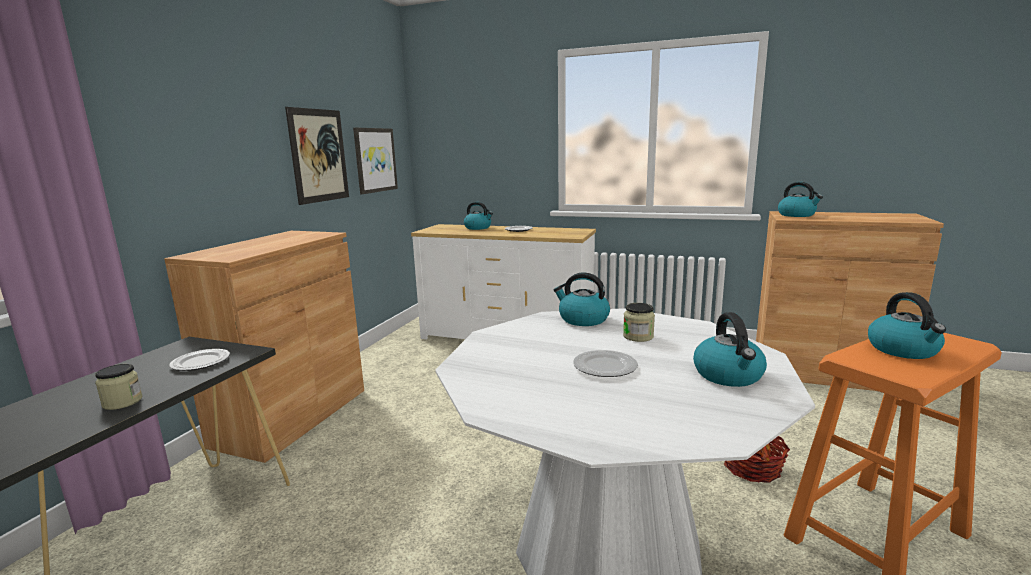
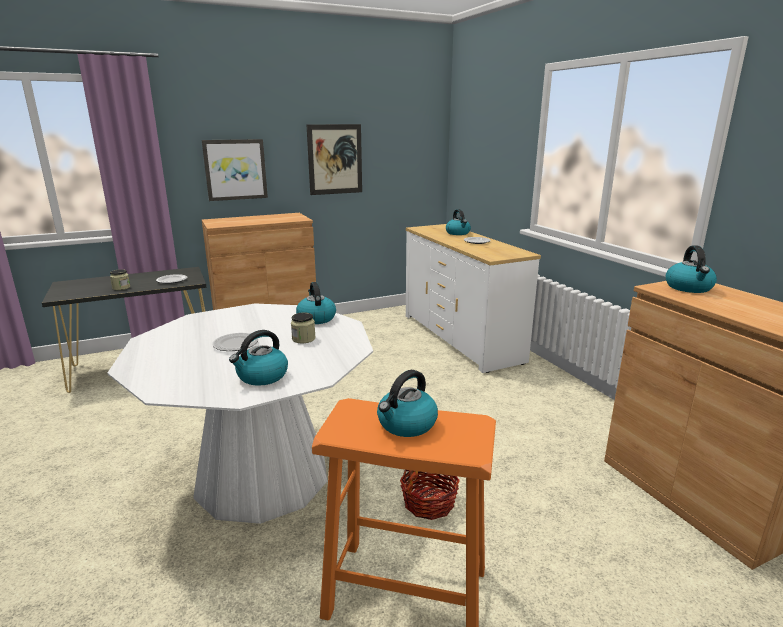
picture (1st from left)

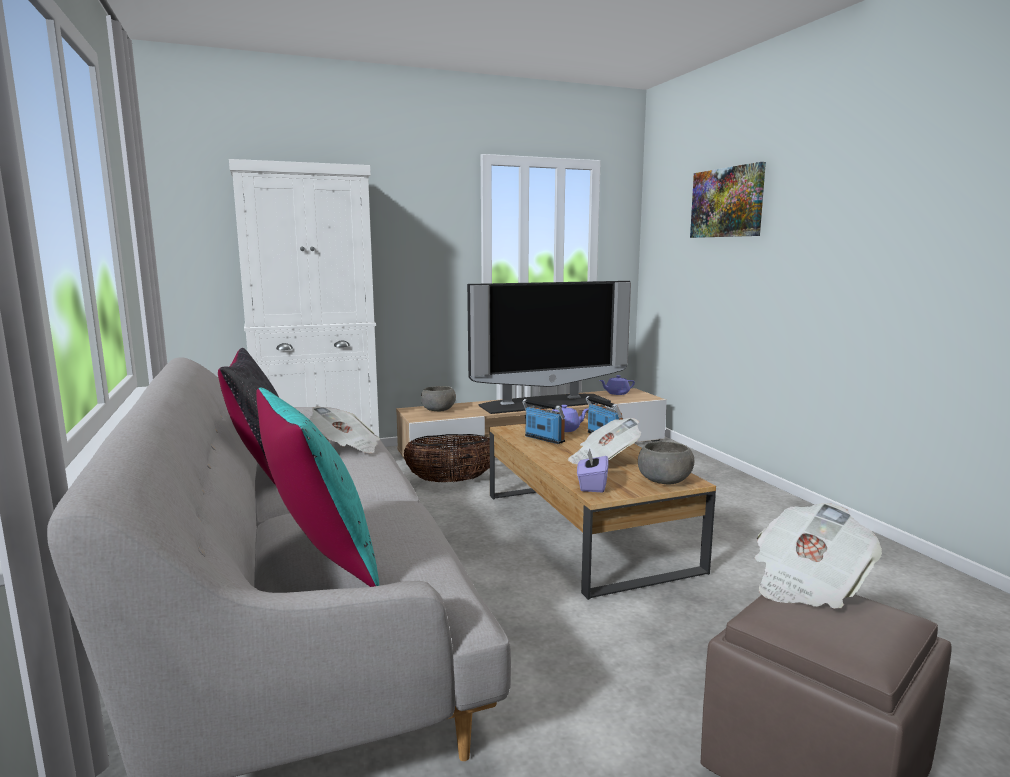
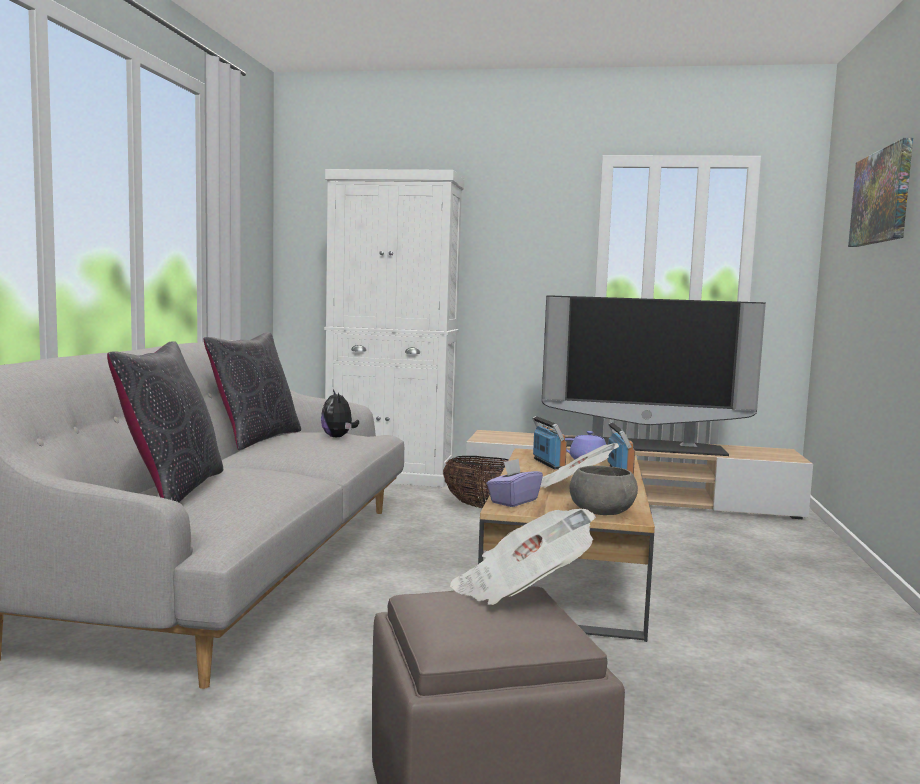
blackish throw pillow (1st from left); plush toy; gray deep dish (1st from left in the first image); purple-coloured tea pot (2nd from left in the first image)

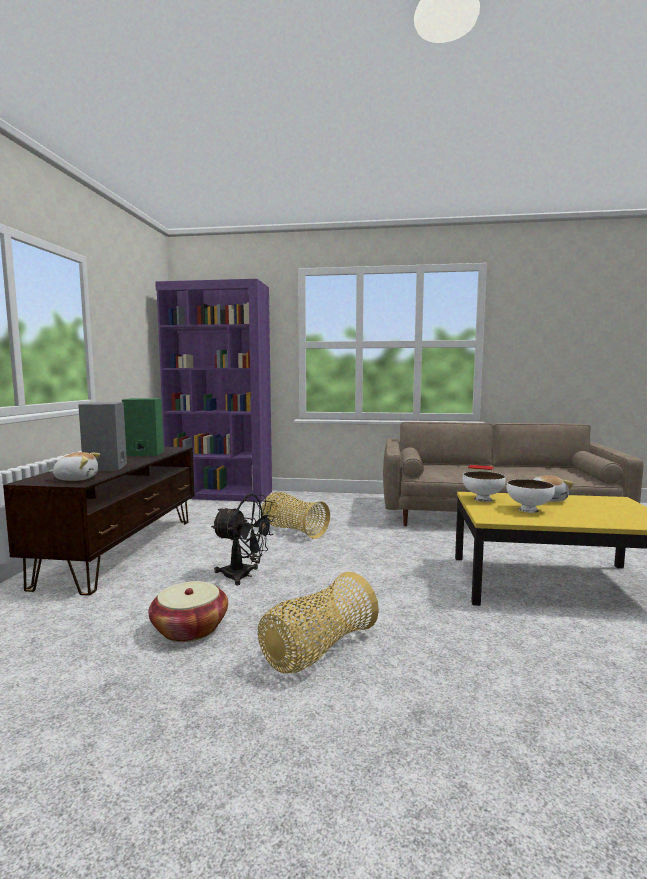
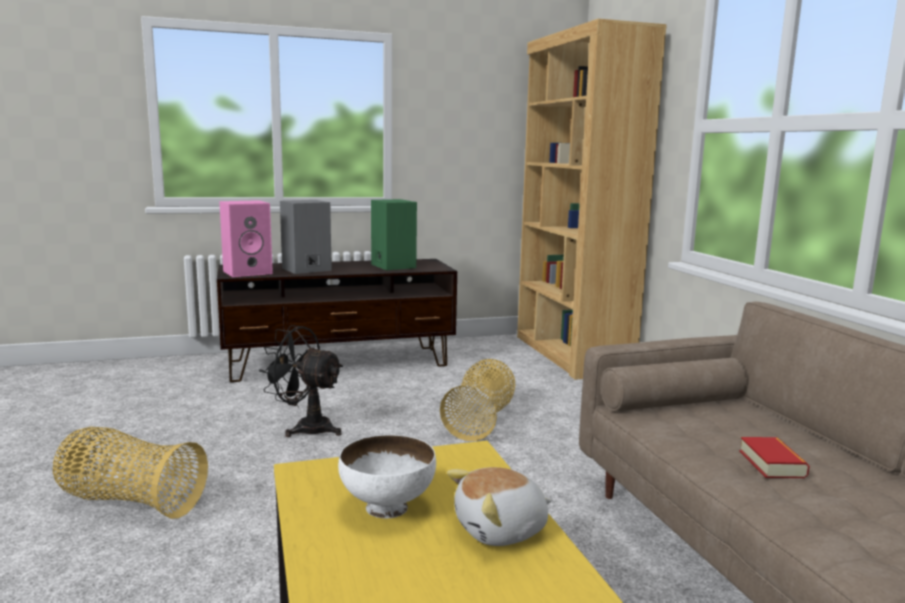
pink audio speaker; storage basket (1st from left in the first image); brown-coloured bookcase; blackish electric fan; whitish deep dish (1st from left in the first image)

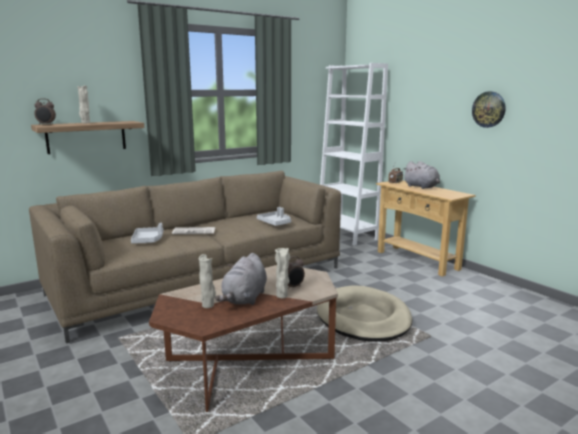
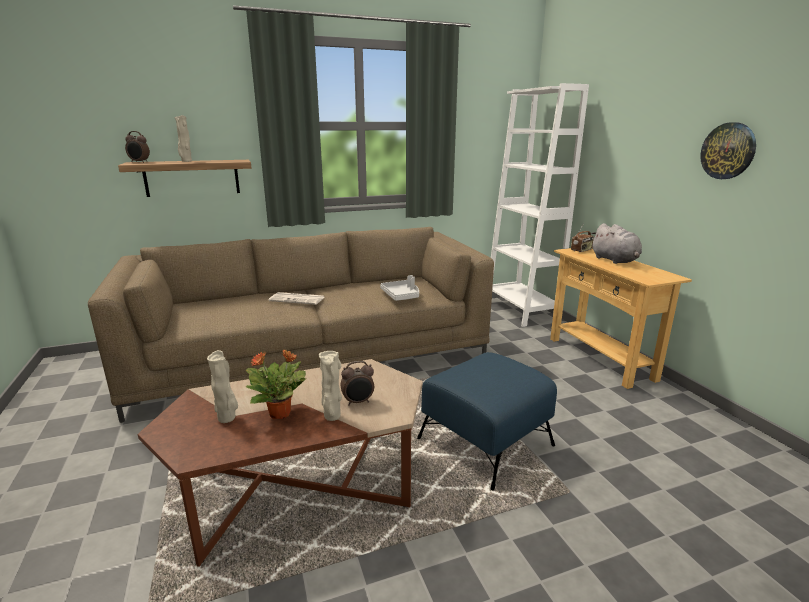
gray carrying tray (1st from left in the first image); potted plant; bluish pouffe

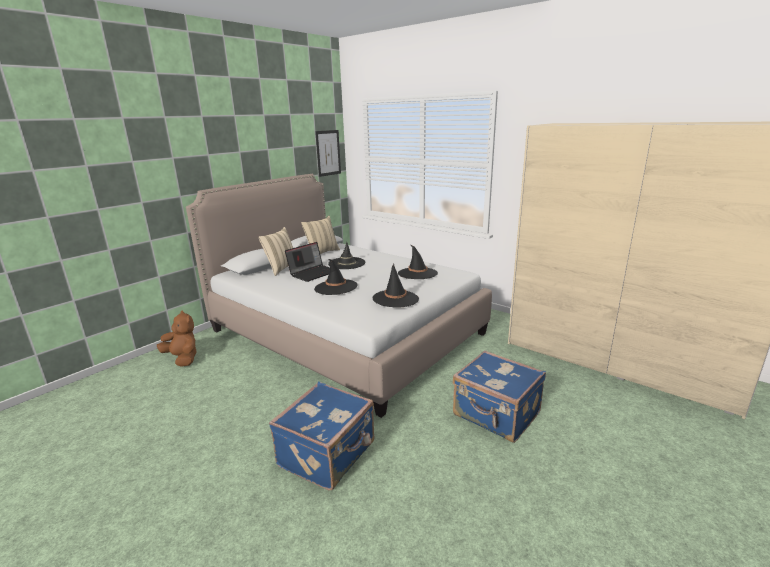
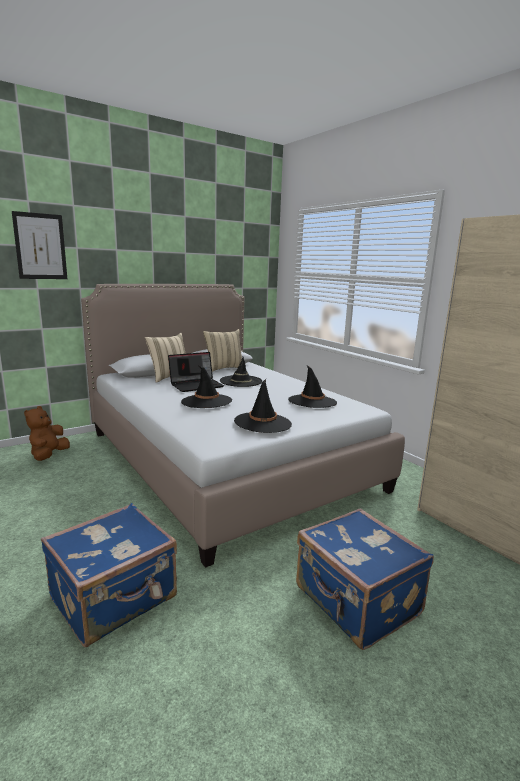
brown-coloured plush toy; picture

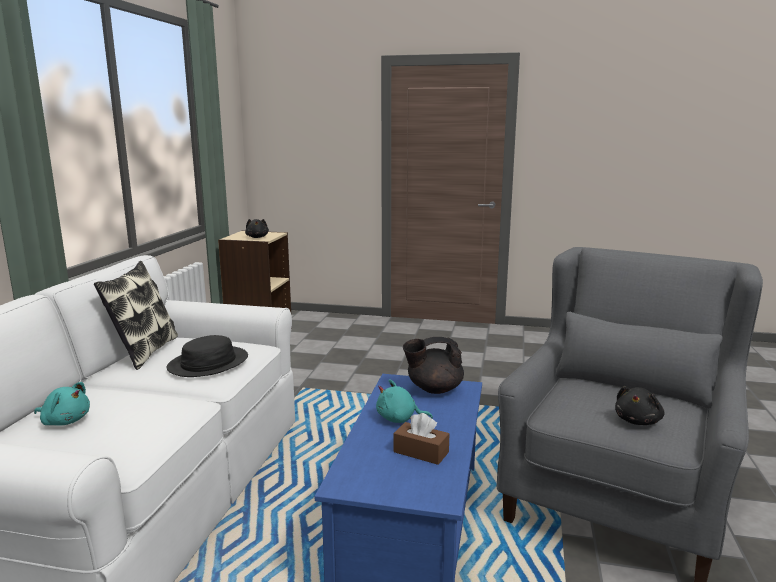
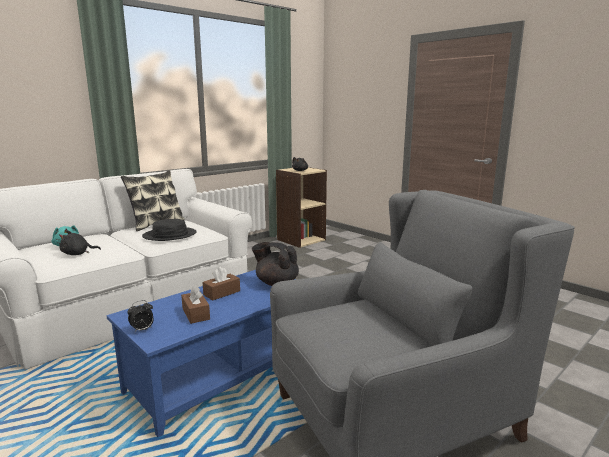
brown-coloured box of tissues (2nd from left); blackish plush toy (1st from left); table clock

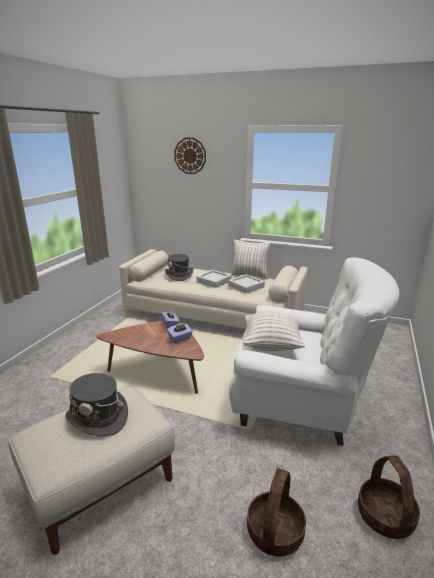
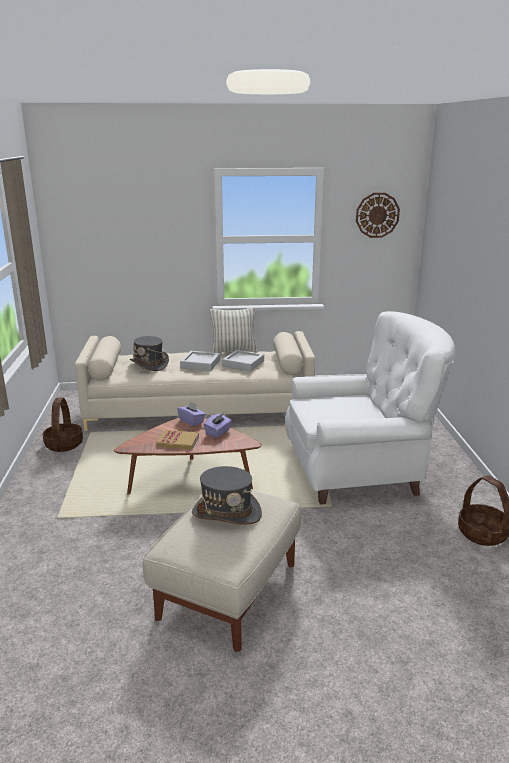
clock on the wall; throw pillow (2nd from left in the first image); storage basket (1st from left); bound book

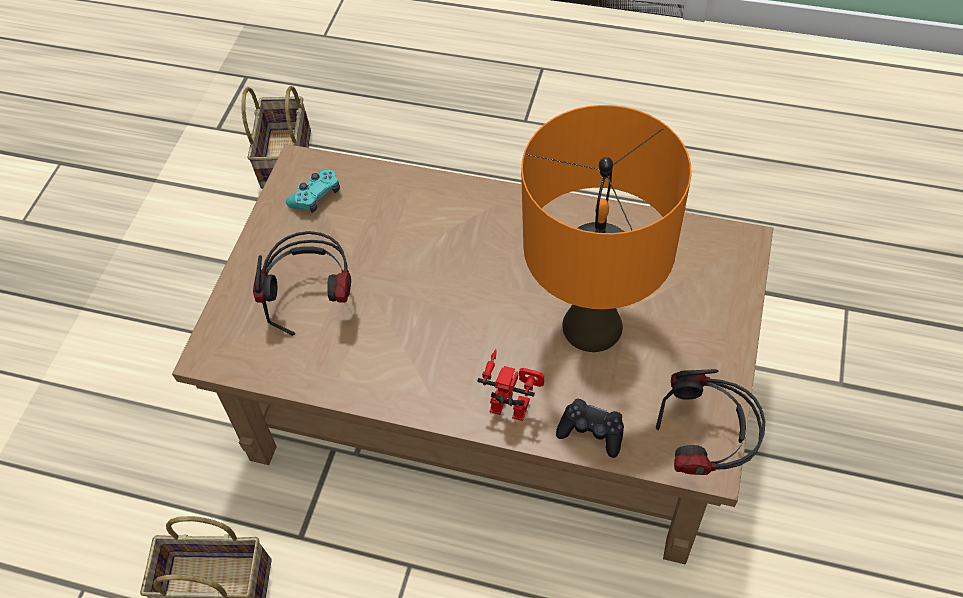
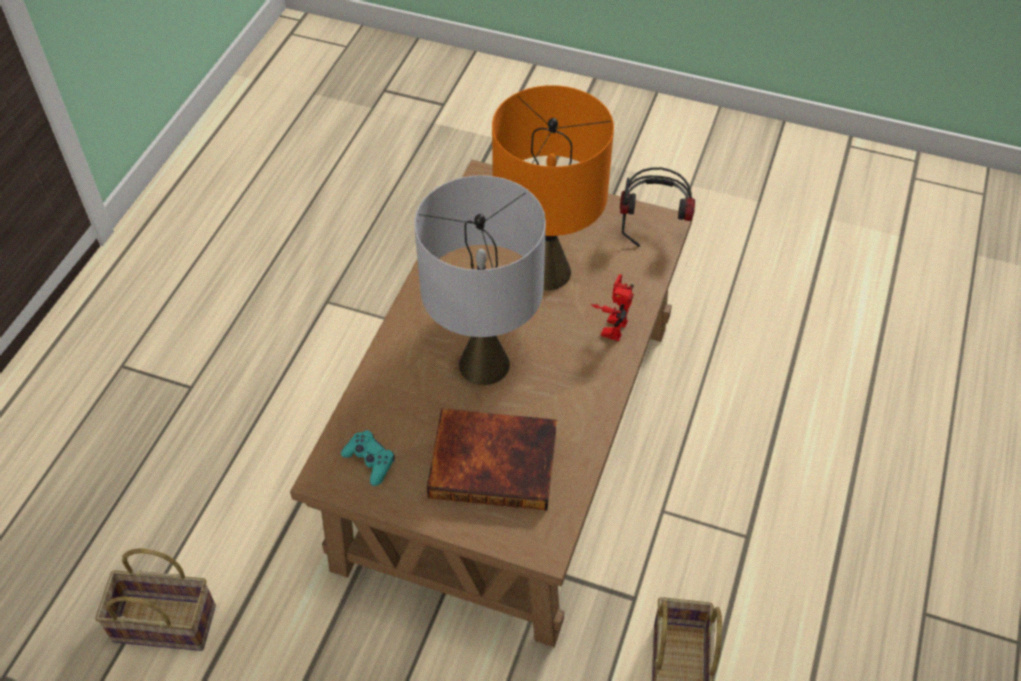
bound book; blackish joypad; gray tabletop lamp

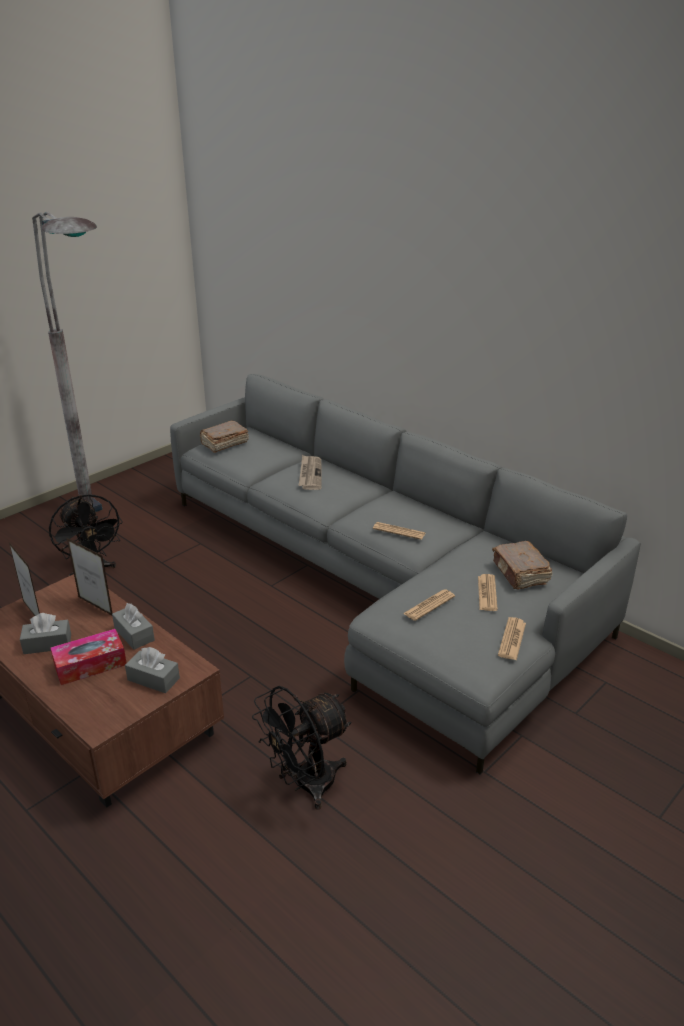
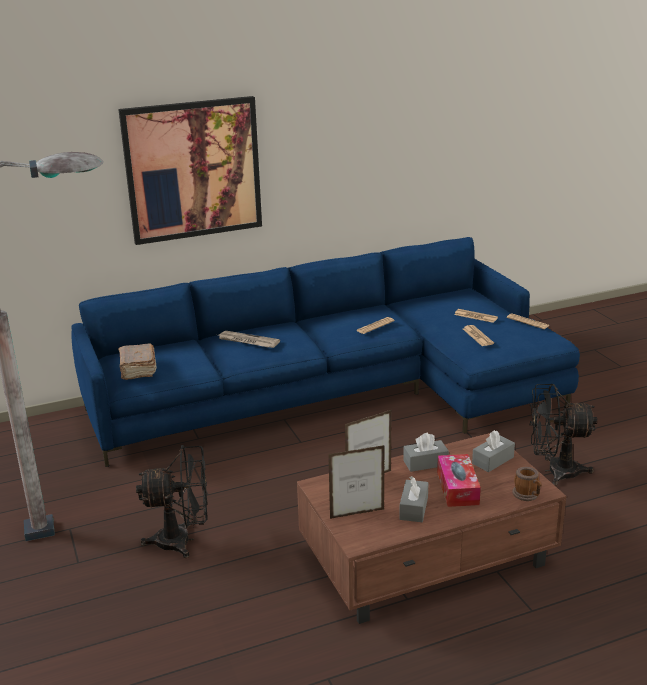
bluish settee; blackish electric fan (2nd from left); brown-coloured bound book (2nd from left in the first image); picture; mug

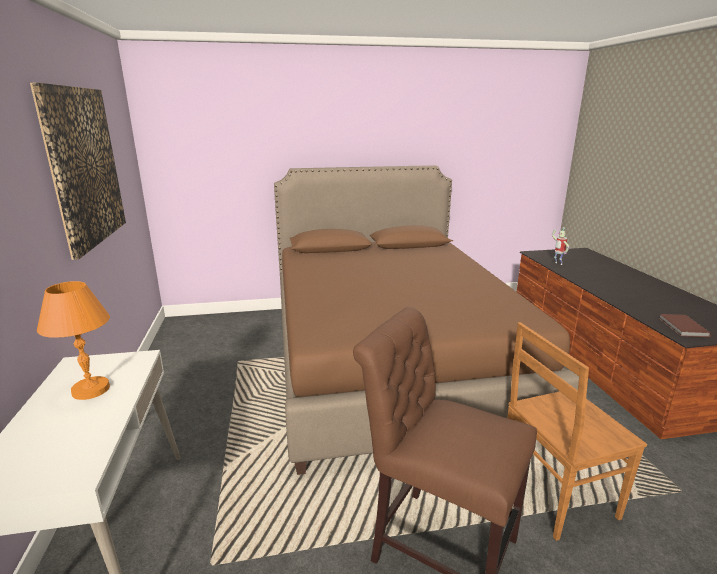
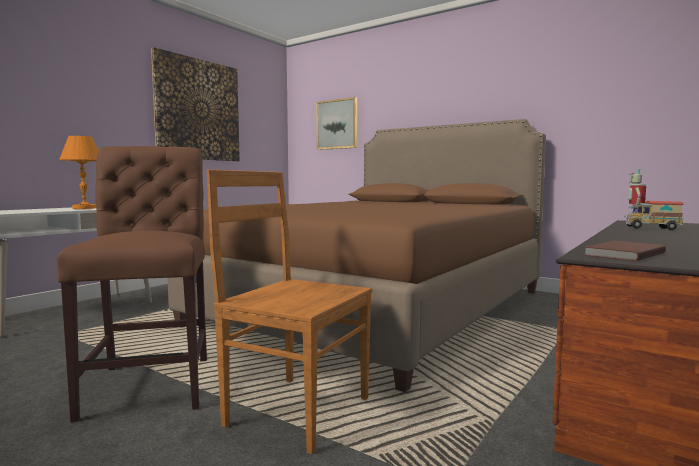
picture (2nd from left); toy truck

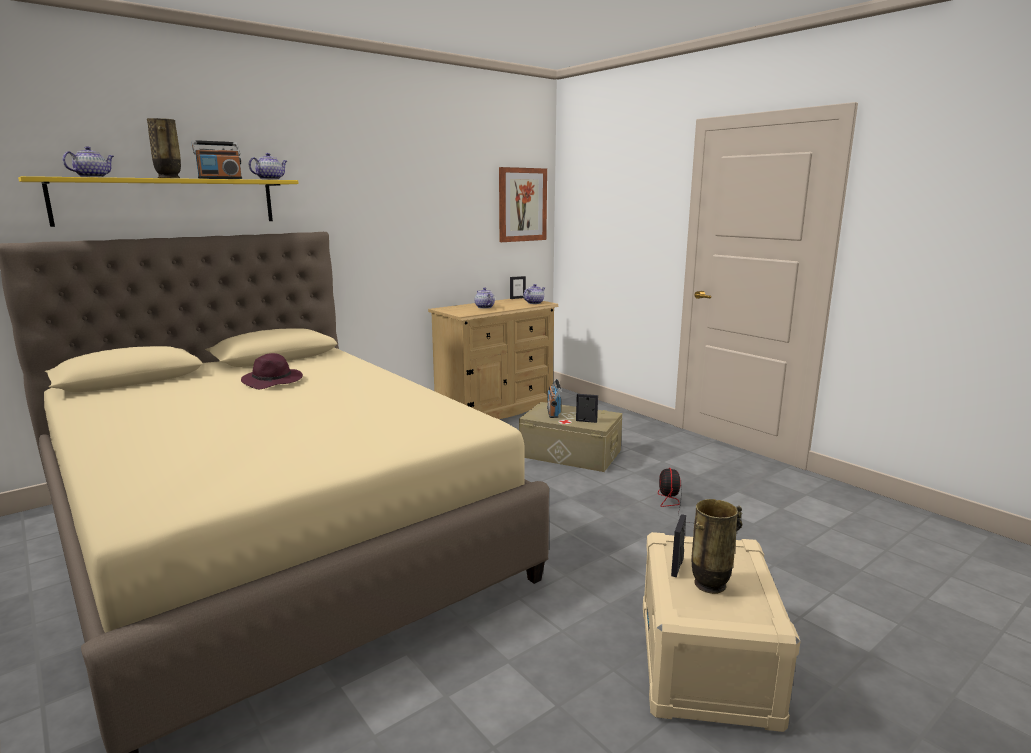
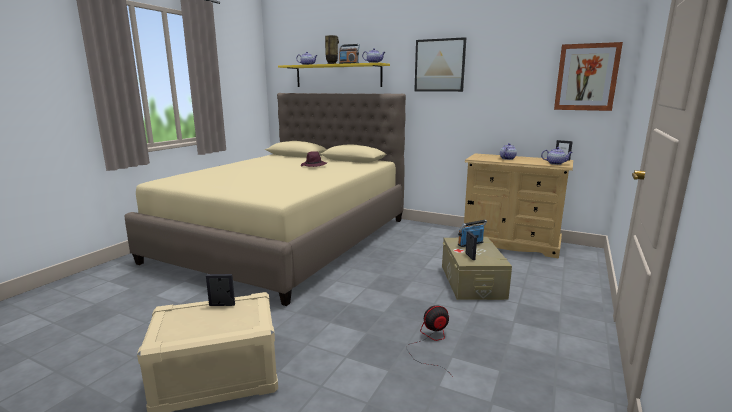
vase (2nd from left in the first image); picture (1st from left)

